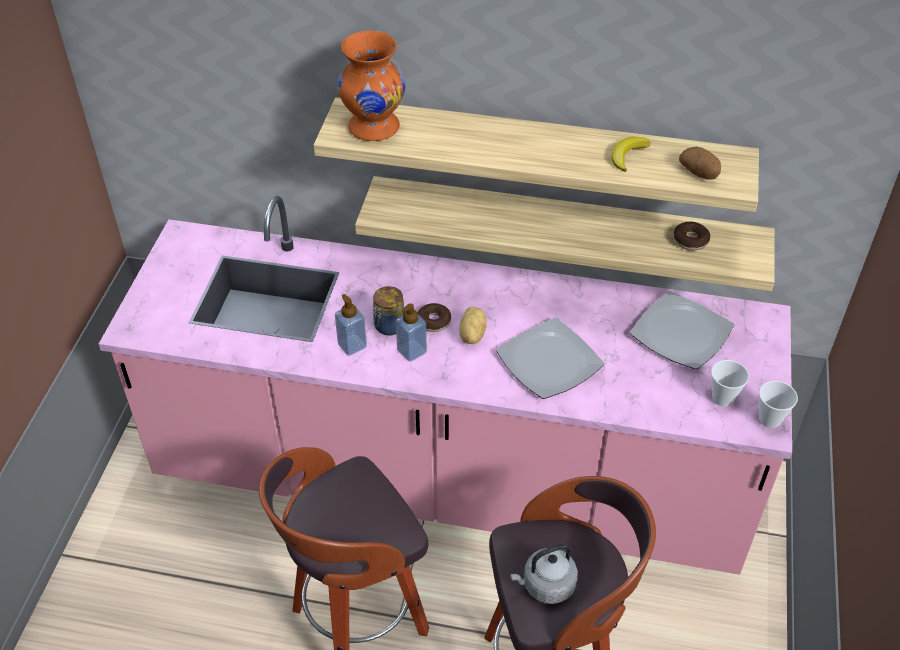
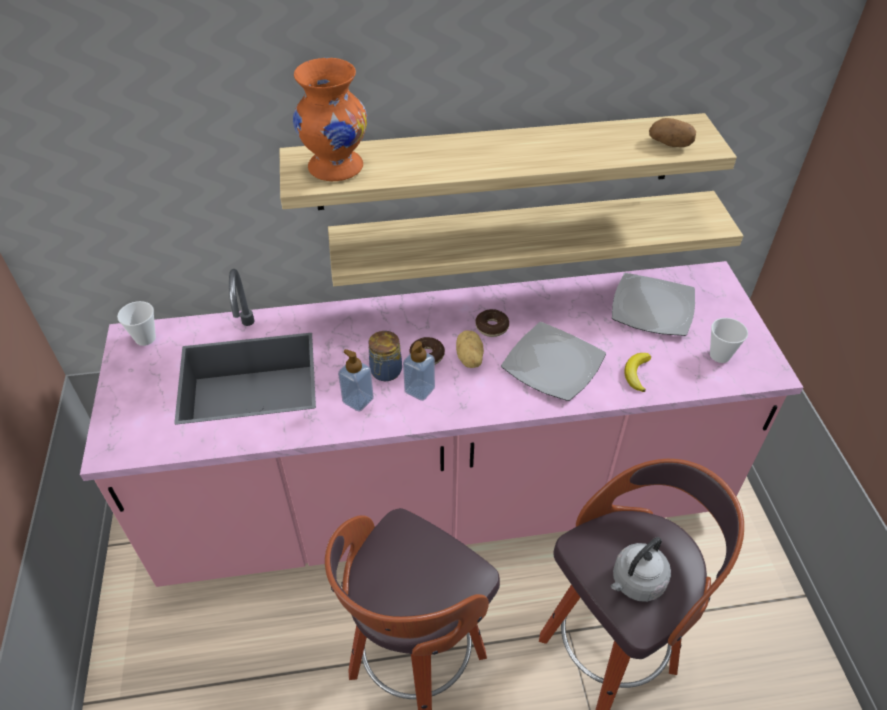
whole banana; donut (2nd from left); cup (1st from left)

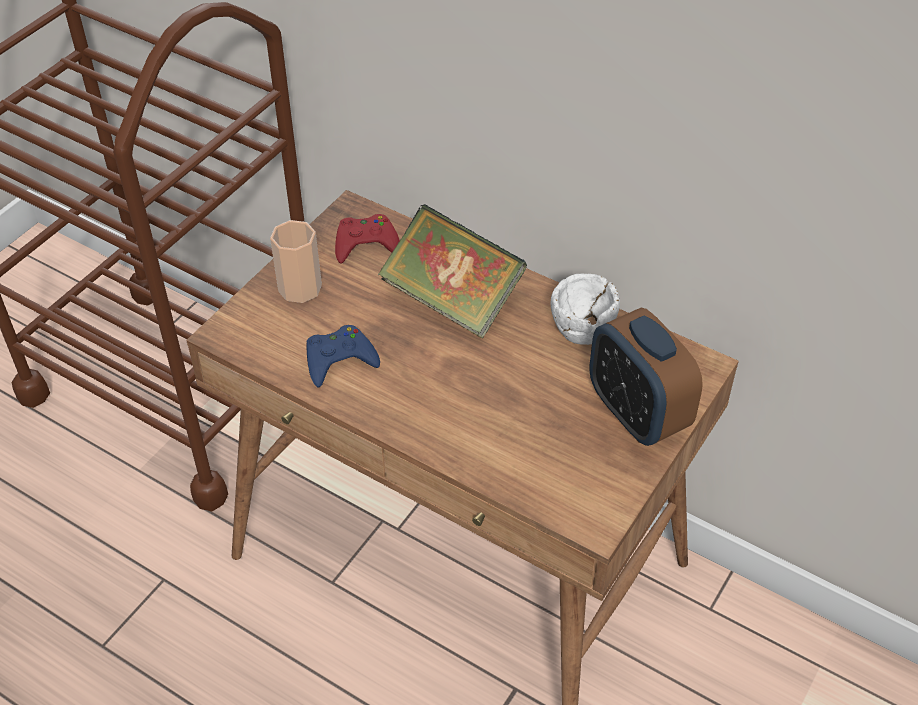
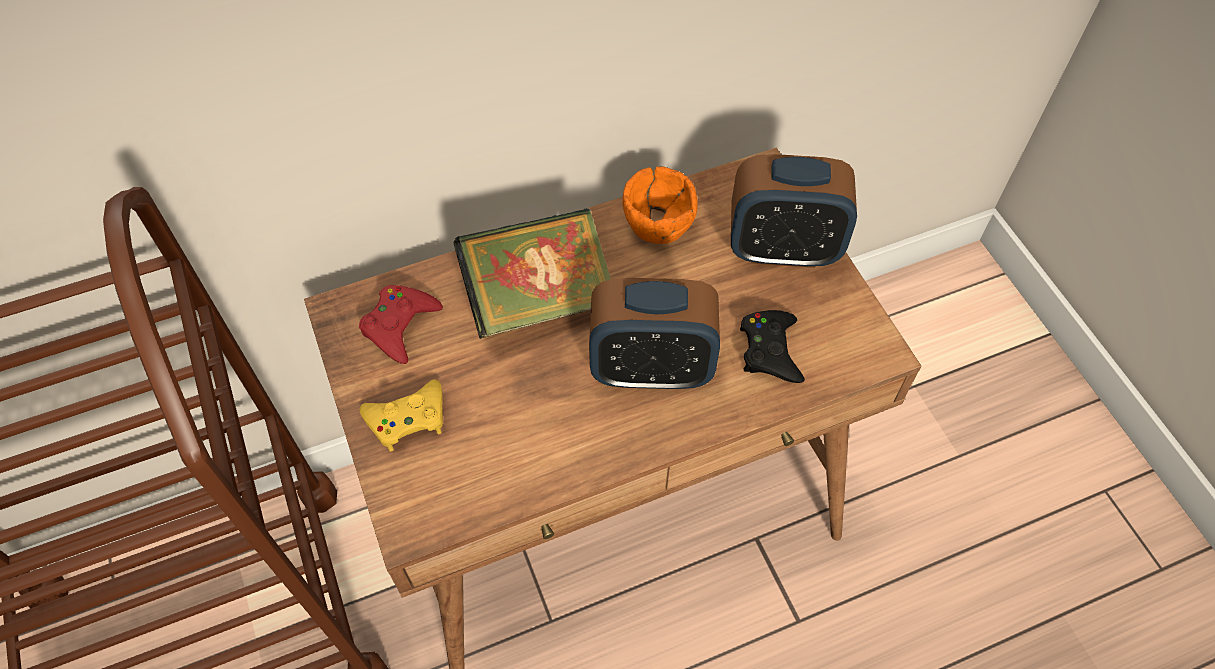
yellow-coloured joypad; bluish joypad; orange deep dish; table clock (1st from left); blackish joypad

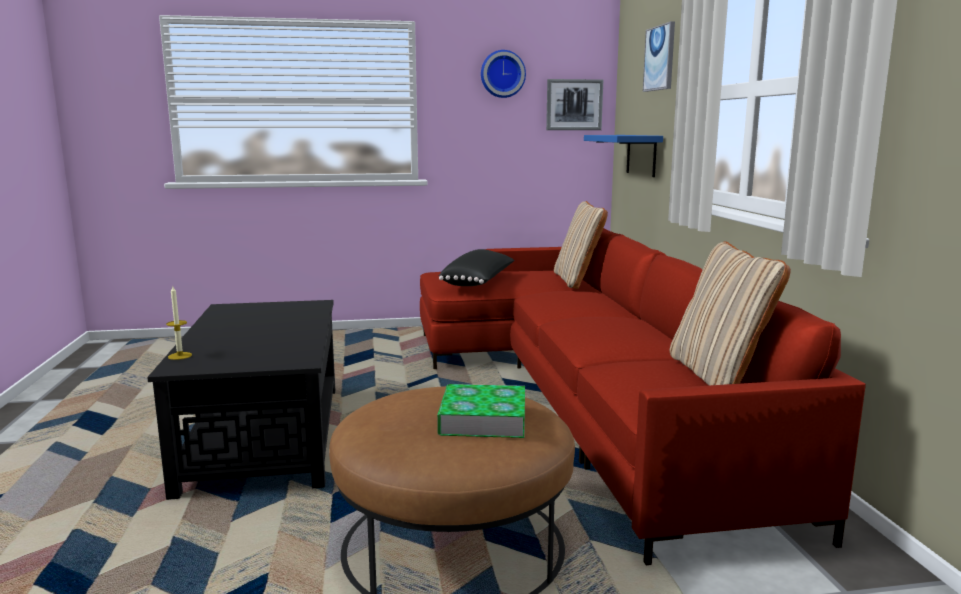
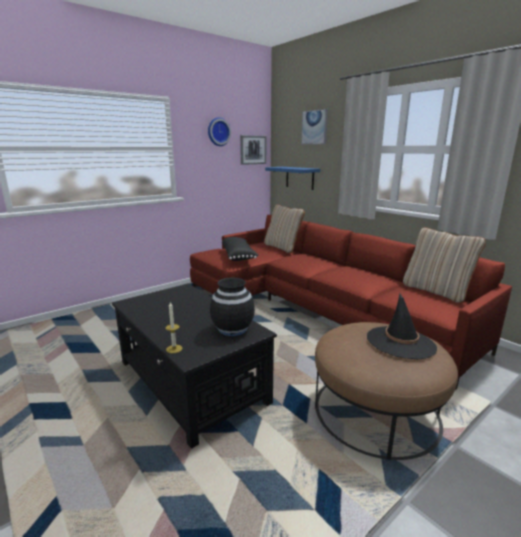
blackish wearable hat; blackish vase

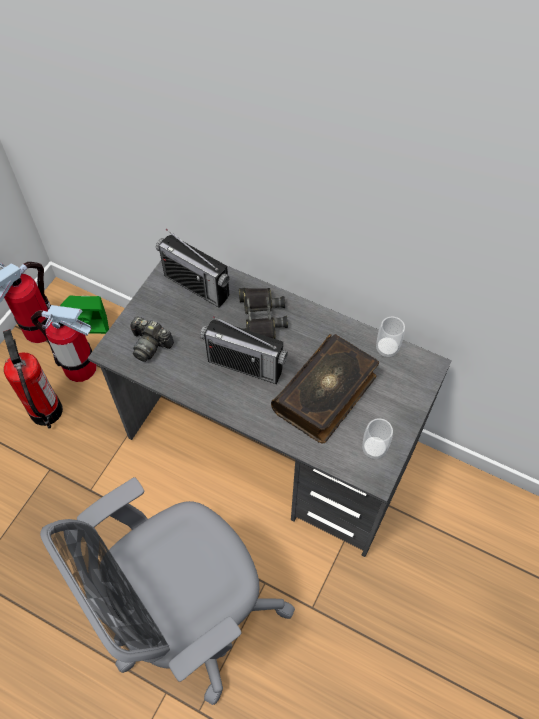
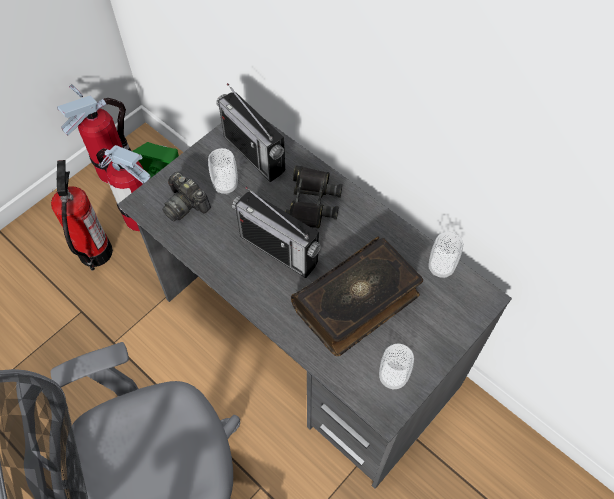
cup (1st from left)

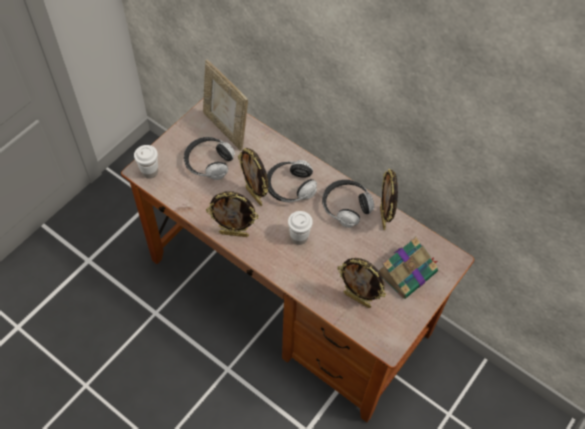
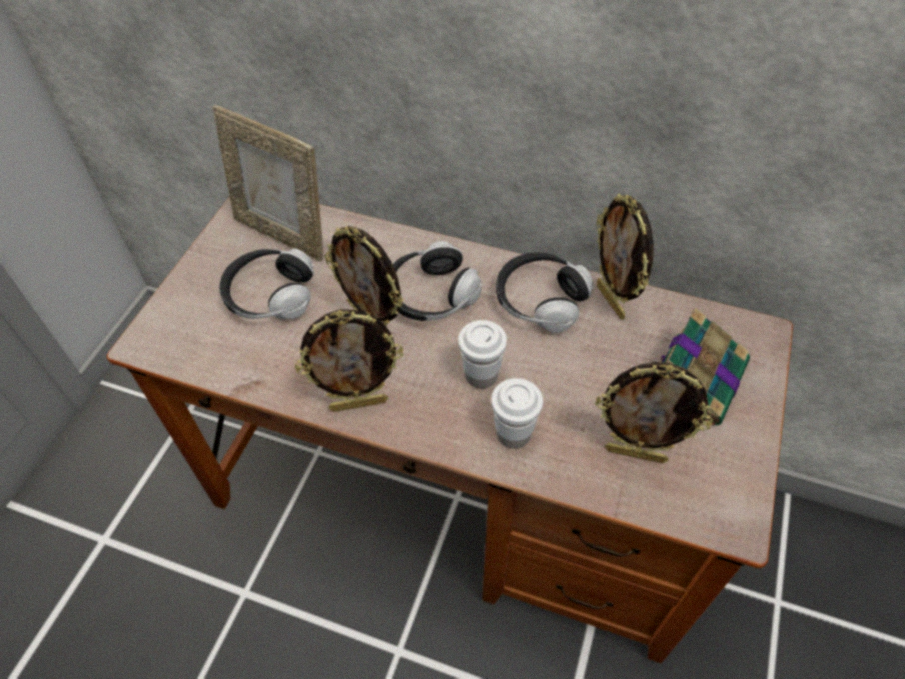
whitish cup (2nd from left)

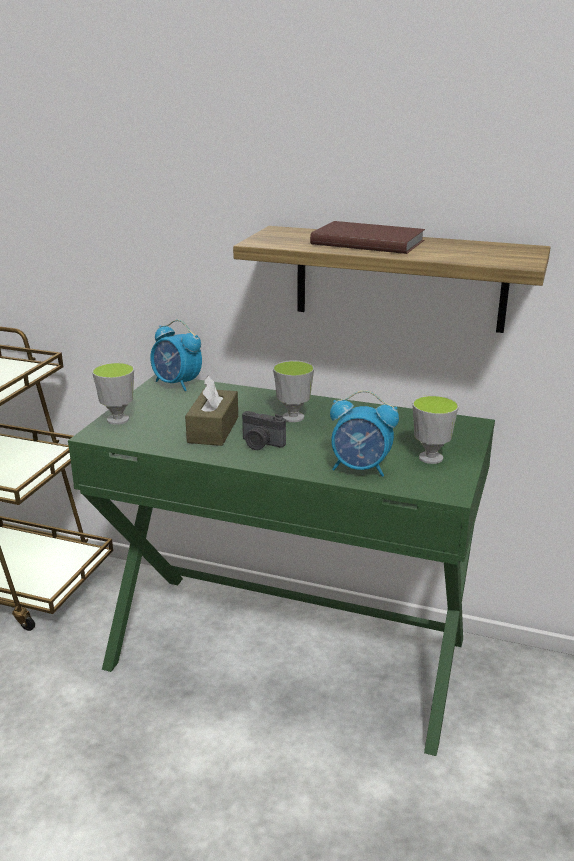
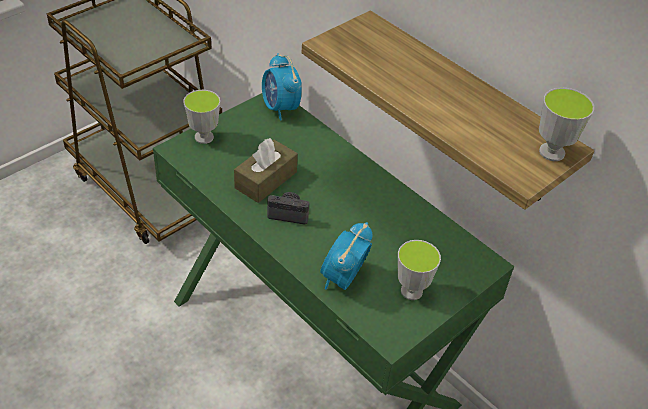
still camera; cup (3rd from left); brown-coloured bound book; table clock (2nd from left)

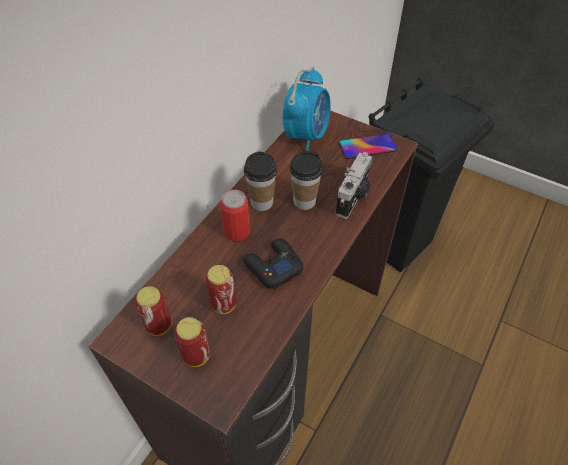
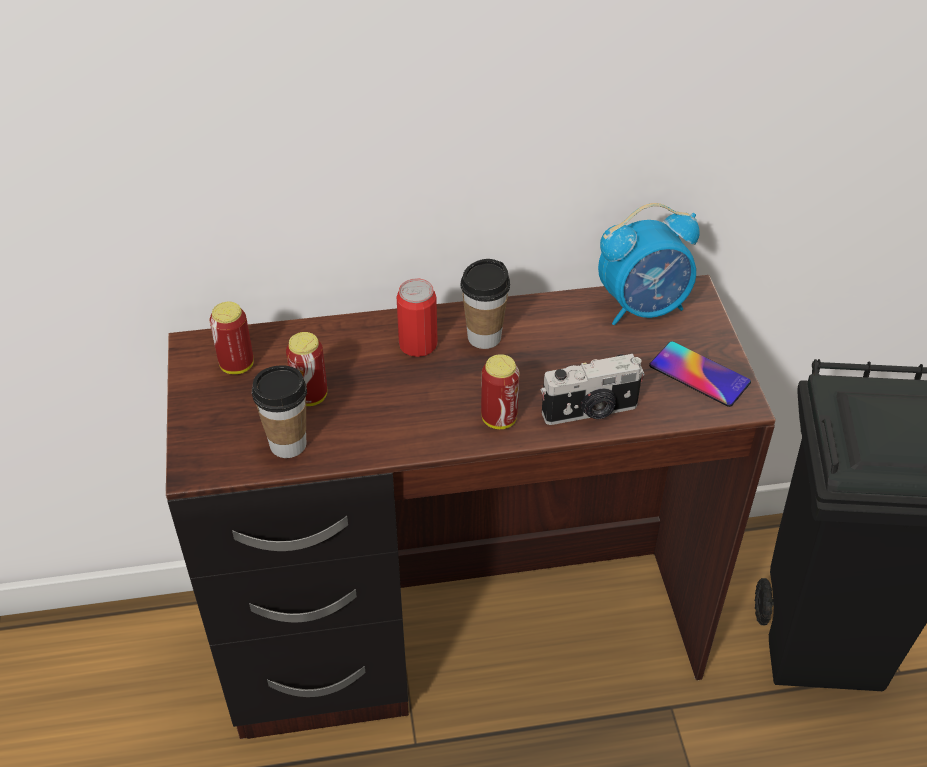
metal can (4th from left); blackish joypad; cup (1st from left)

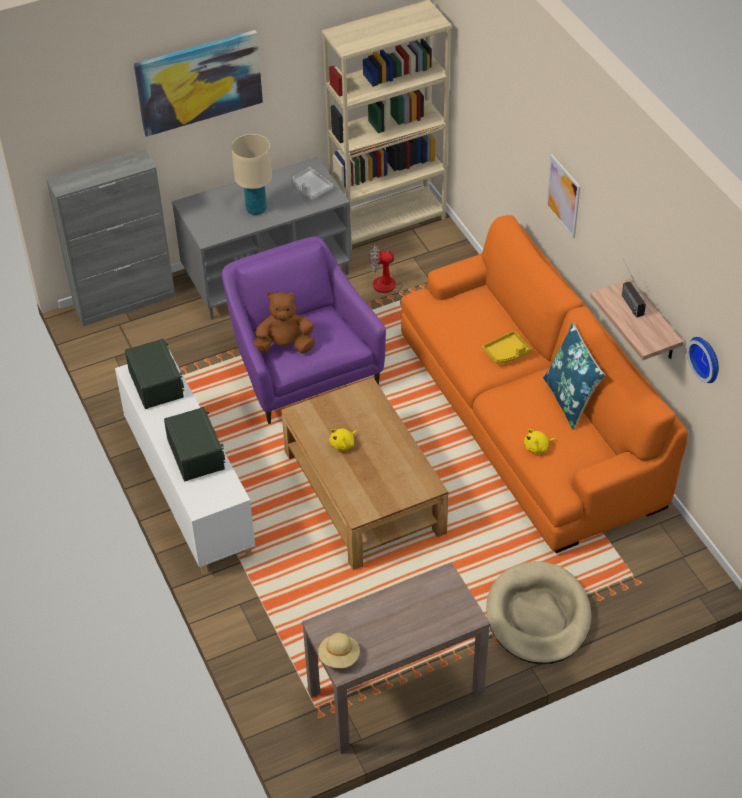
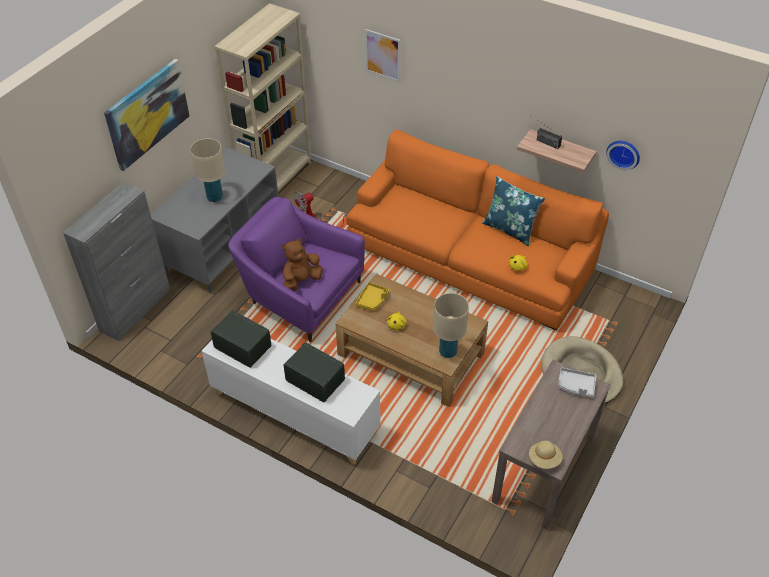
gray carrying tray; yellow-coloured carrying tray; picture (2nd from left); sand-coloured tabletop lamp (2nd from left)

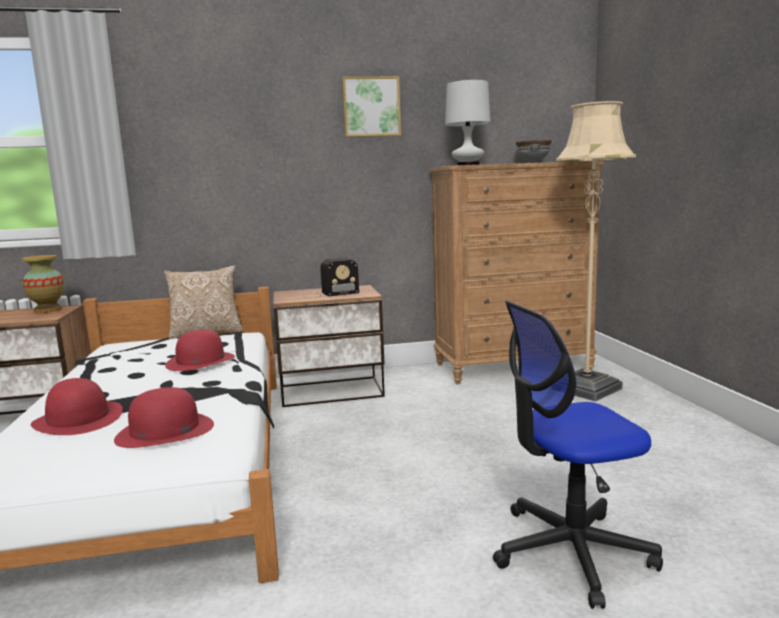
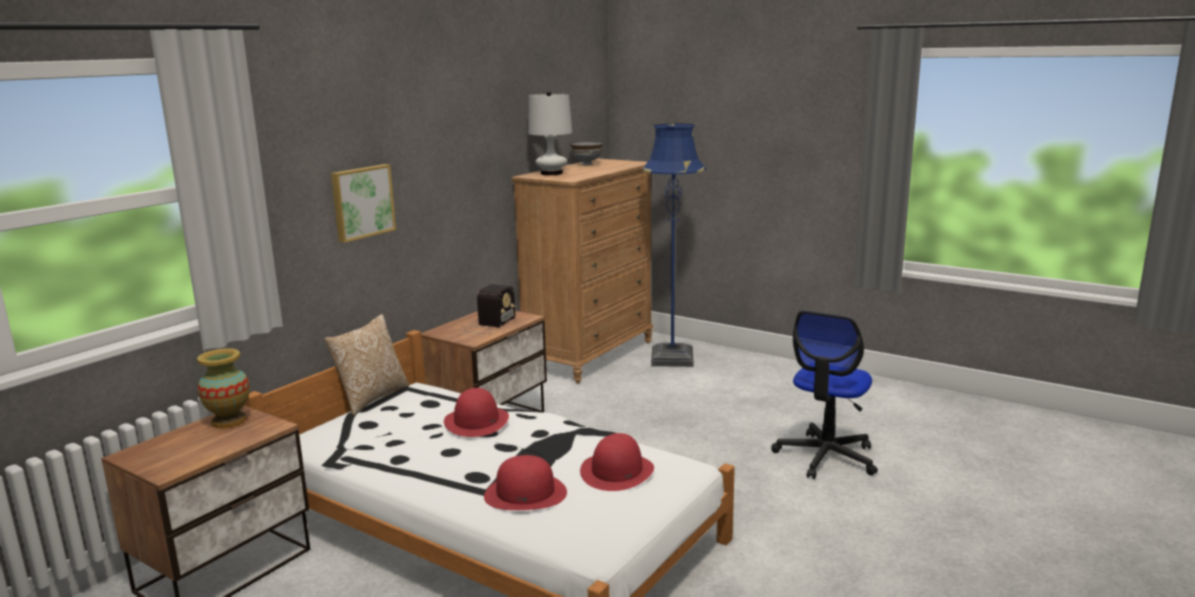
picture; bluish standing lamp

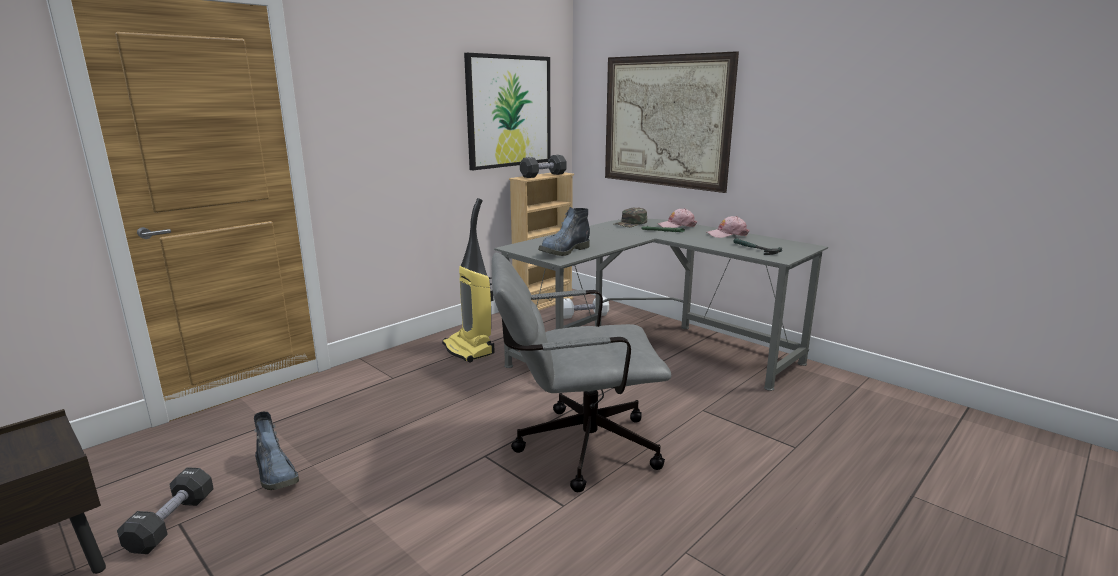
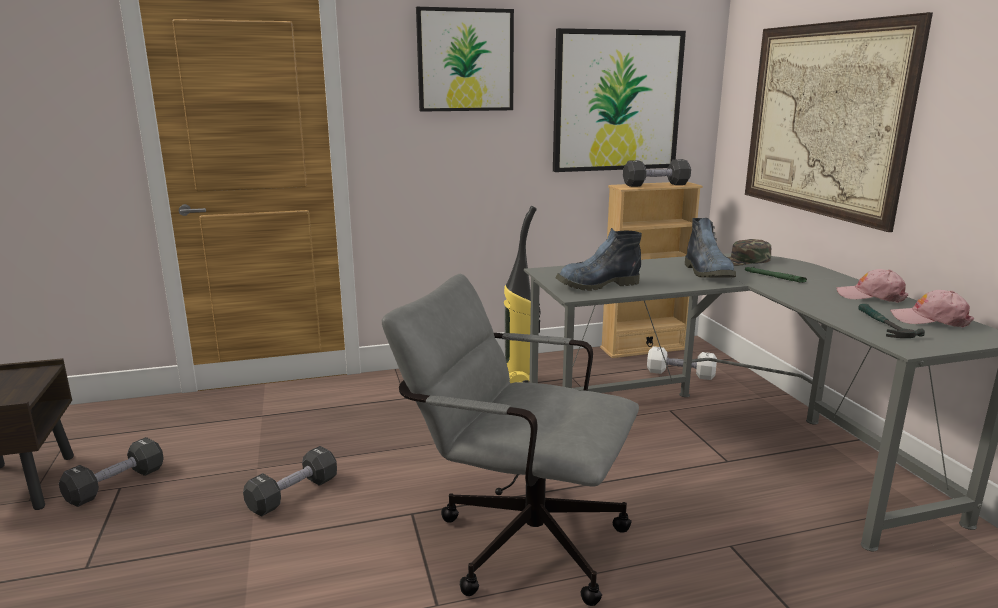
high-top boot (2nd from left); pink baseball cap (2nd from left); blackish free weight (2nd from left); picture (1st from left)

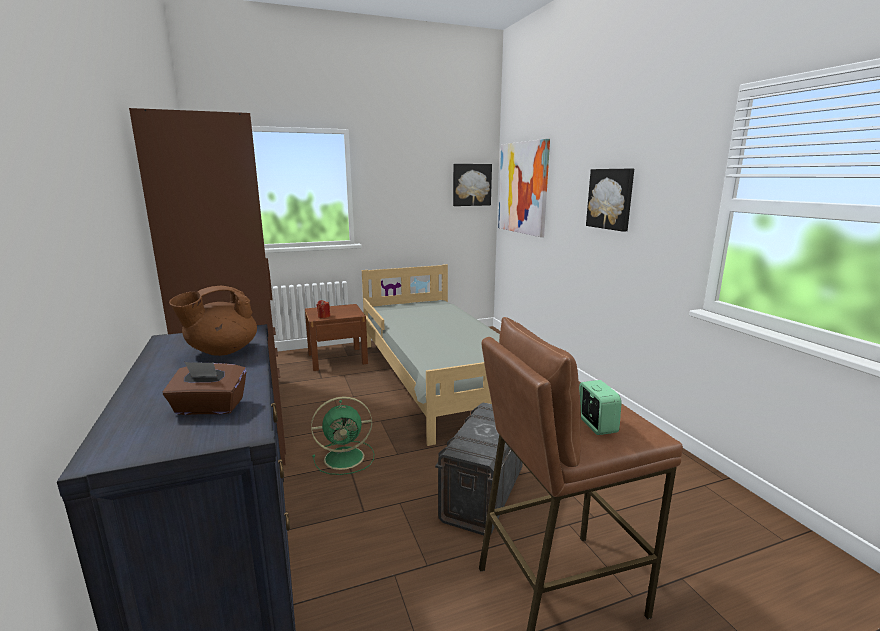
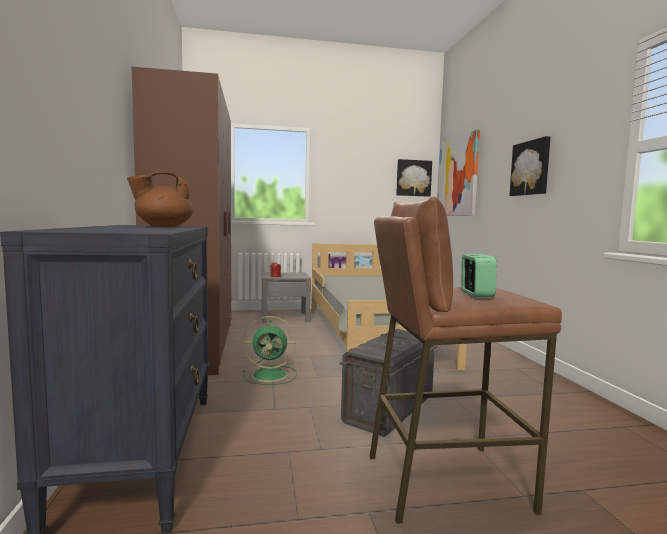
brown-coloured box of tissues; gray nightstand

